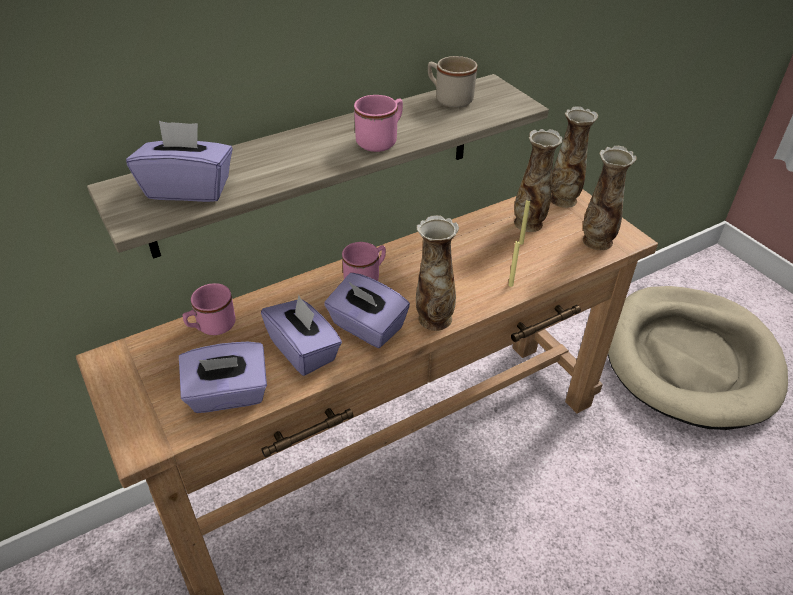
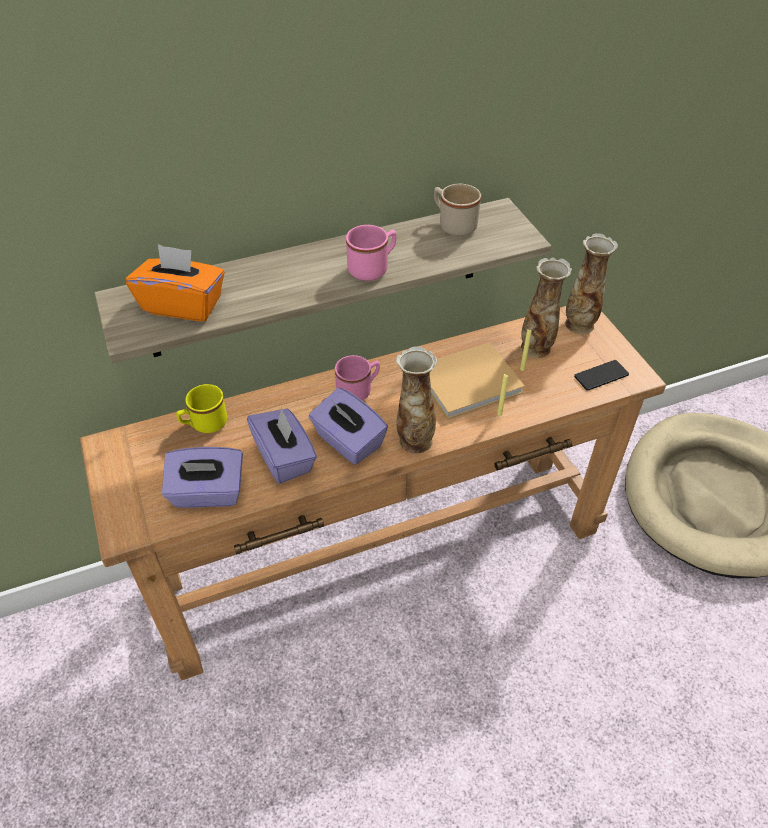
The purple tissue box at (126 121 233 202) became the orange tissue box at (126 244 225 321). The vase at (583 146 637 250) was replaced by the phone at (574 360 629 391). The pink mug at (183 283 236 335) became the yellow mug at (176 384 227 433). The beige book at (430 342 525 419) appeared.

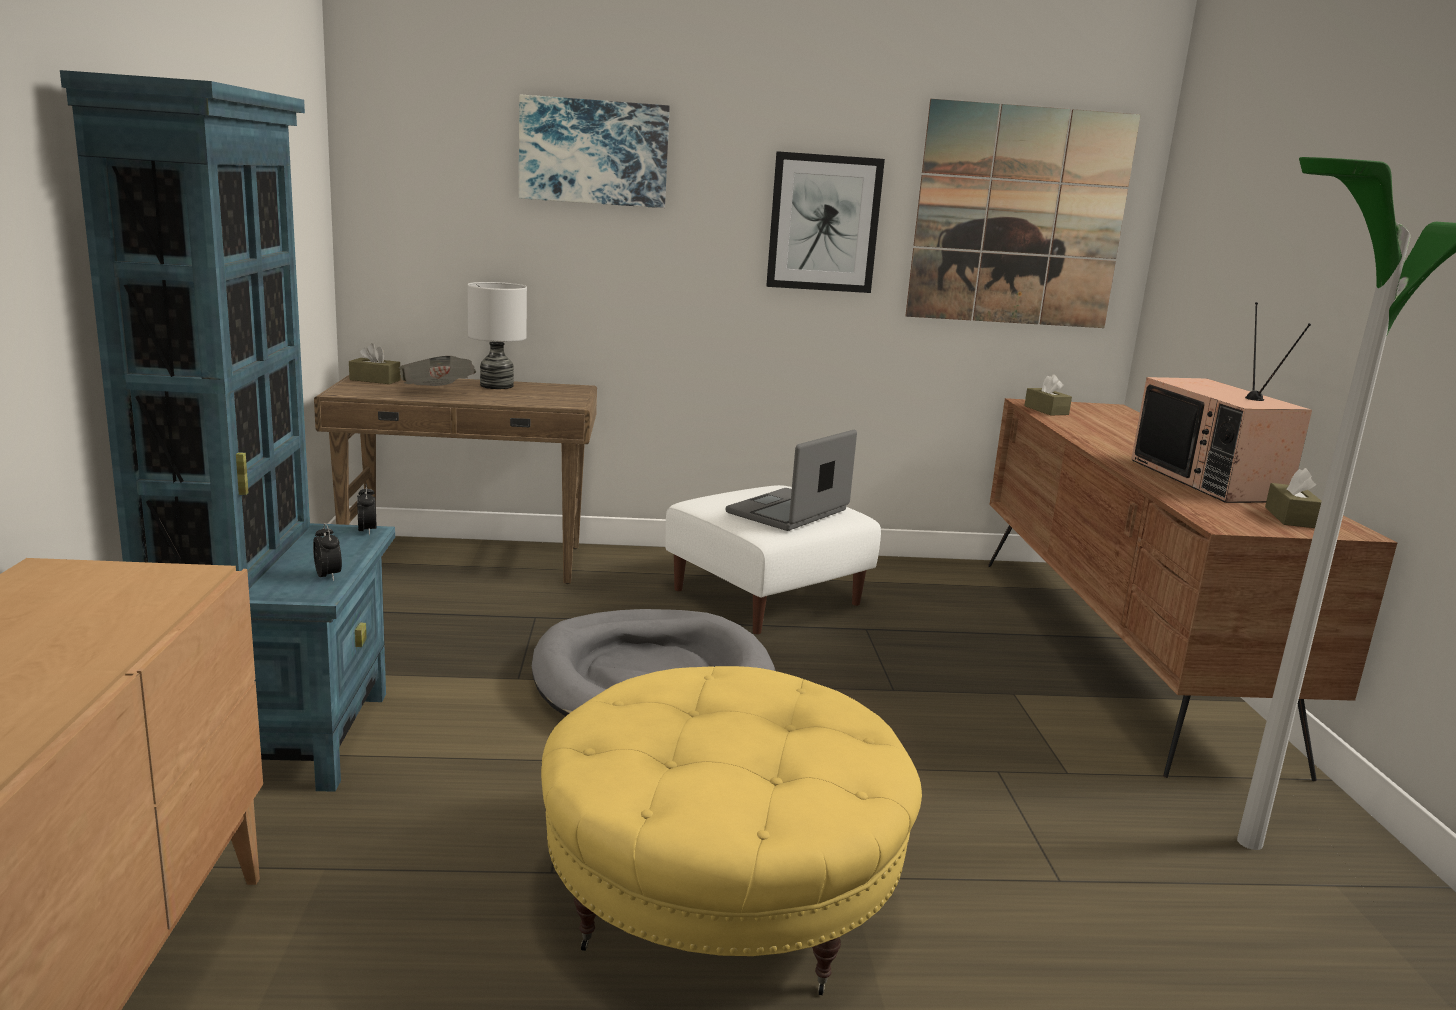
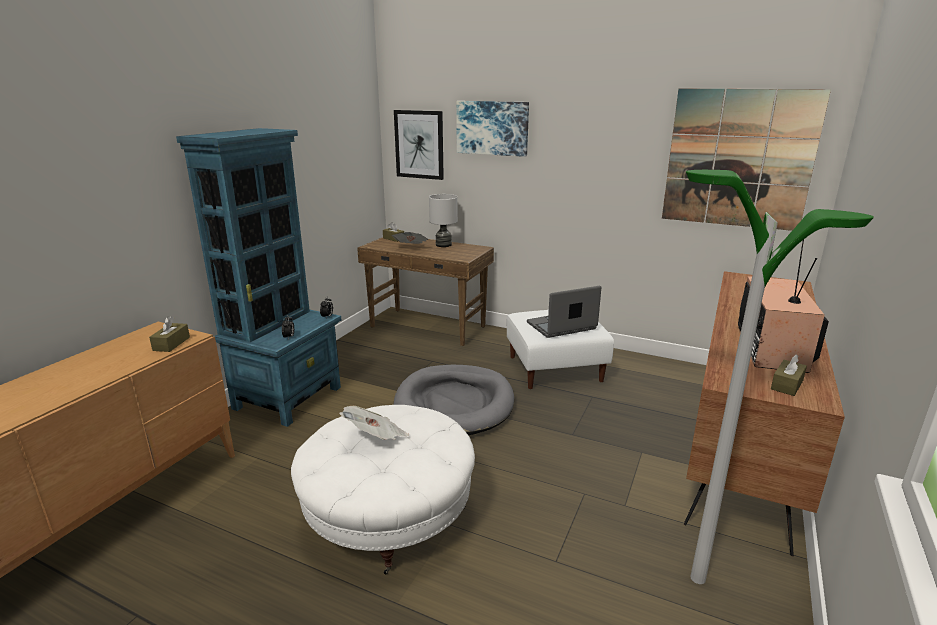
The picture moved from (766 151 885 293) to (394 110 444 180). The brown tissue box moved from (1024 374 1072 415) to (149 316 190 352). The yellow ottoman at (541 666 922 995) became the white ottoman at (291 405 475 575). The newspaper at (339 406 409 440) appeared.

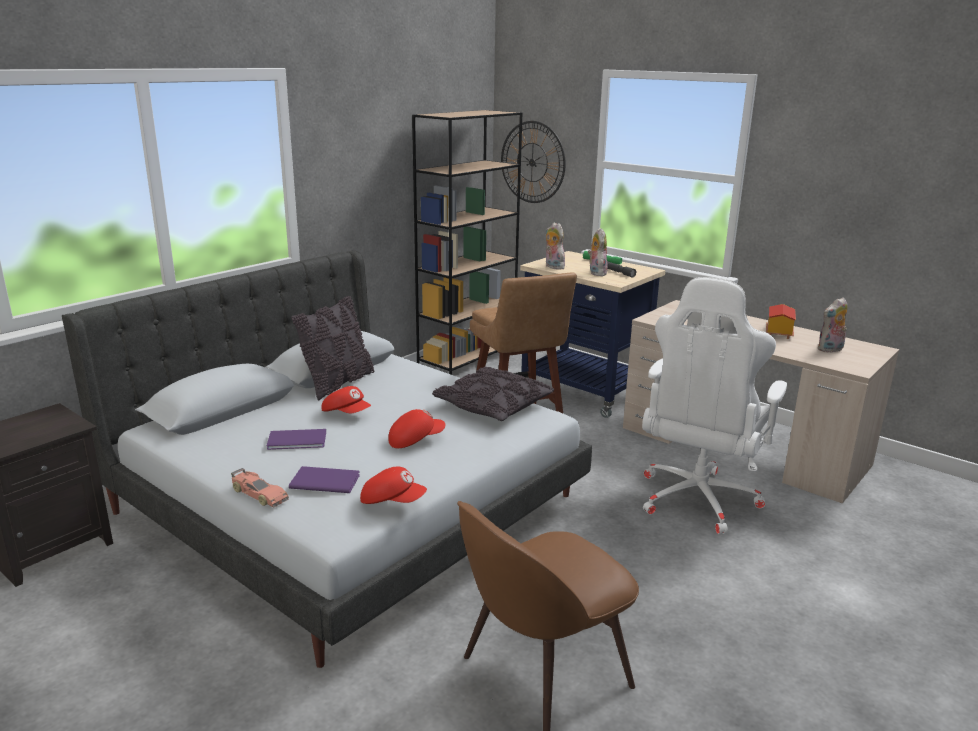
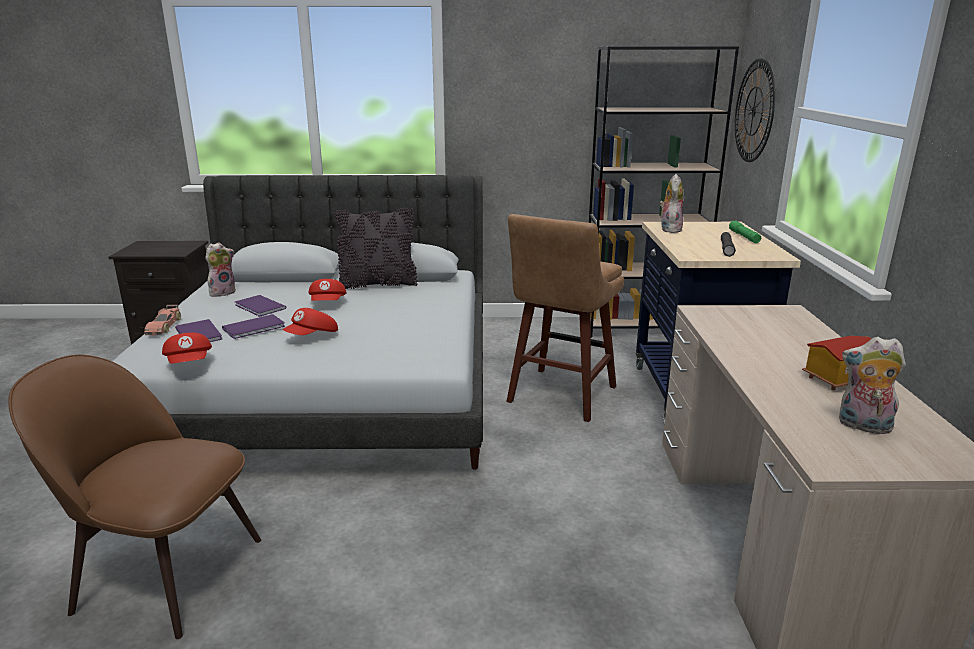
The plush toy moved from (588 228 608 276) to (205 242 236 297). The white office chair at (642 277 787 534) disappeared. The black pillow at (432 367 554 421) disappeared. The red cap at (388 409 445 448) turned 105 degrees clockwise. The purple book at (222 314 285 339) appeared.

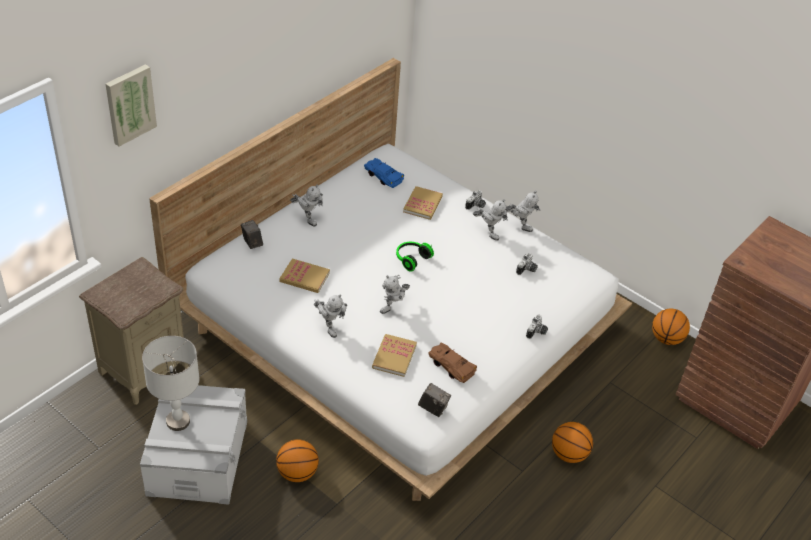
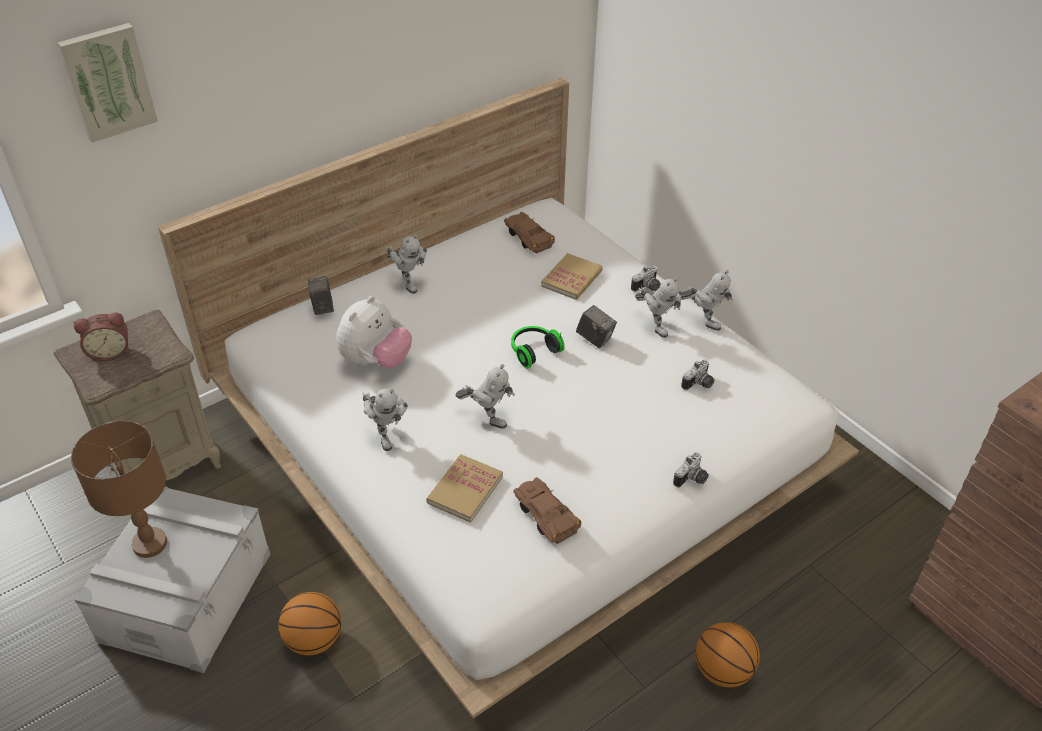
The blue toy car at (364 158 404 188) became the brown toy car at (504 212 555 253). The book at (280 258 330 293) was replaced by the plush toy at (336 296 412 368). The toy robot at (380 275 410 314) turned 120 degrees counterclockwise. The basketball at (652 308 690 345) disappeared. The grey table lamp at (142 336 199 431) became the brown table lamp at (71 421 167 558). The photo camera moved from (418 383 451 417) to (576 305 617 348). The alarm clock at (73 313 129 361) appeared.

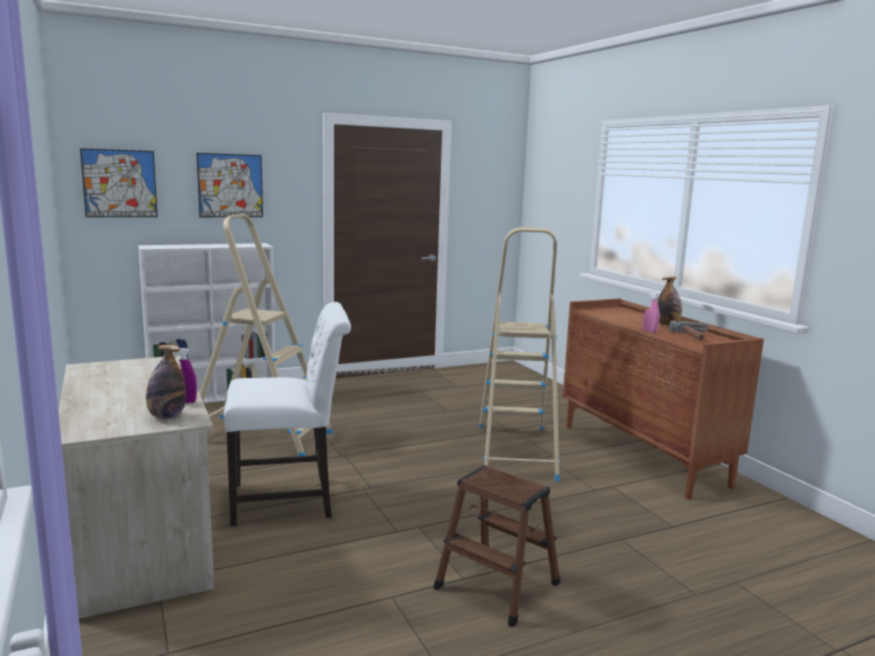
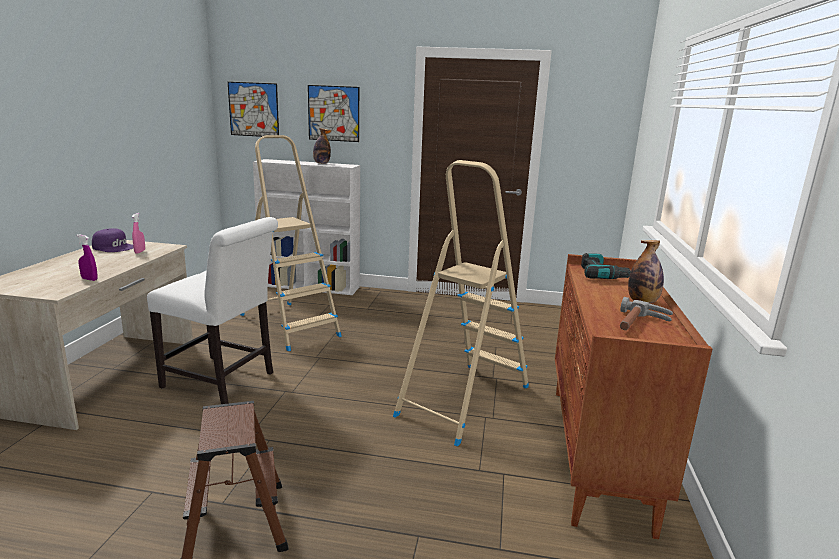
The pink spray bottle moved from (643 290 659 333) to (132 213 145 254). The bottle moved from (146 345 186 419) to (313 128 331 164). The purple cap at (92 228 134 252) appeared. The power drill at (581 253 631 279) appeared.

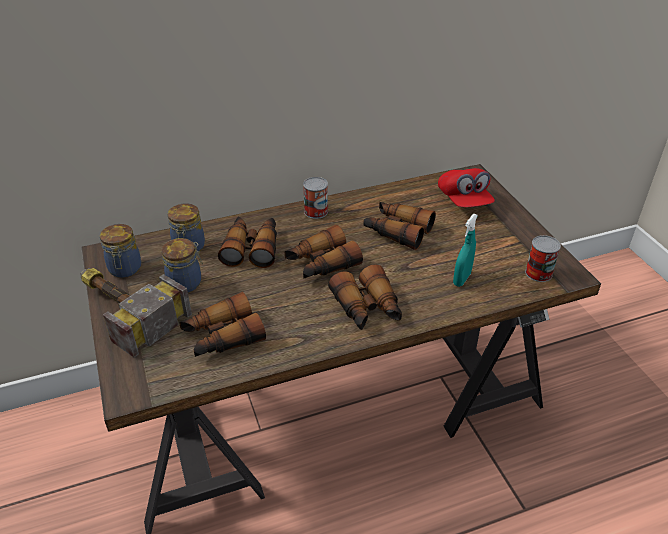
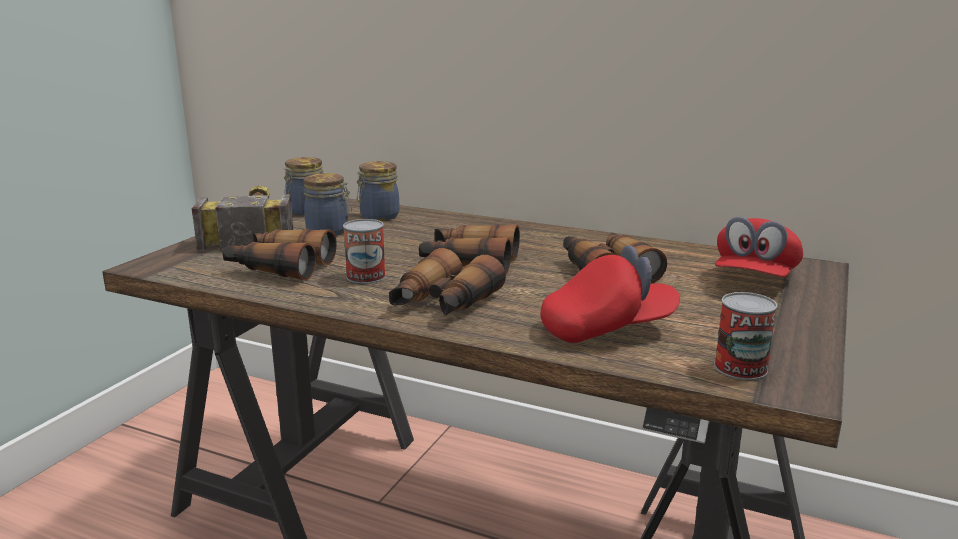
The can moved from (303 177 328 219) to (343 219 386 284). The turquoise spray bottle at (453 214 478 287) was replaced by the red cap at (541 245 680 343). The binoculars at (218 217 277 268) disappeared.

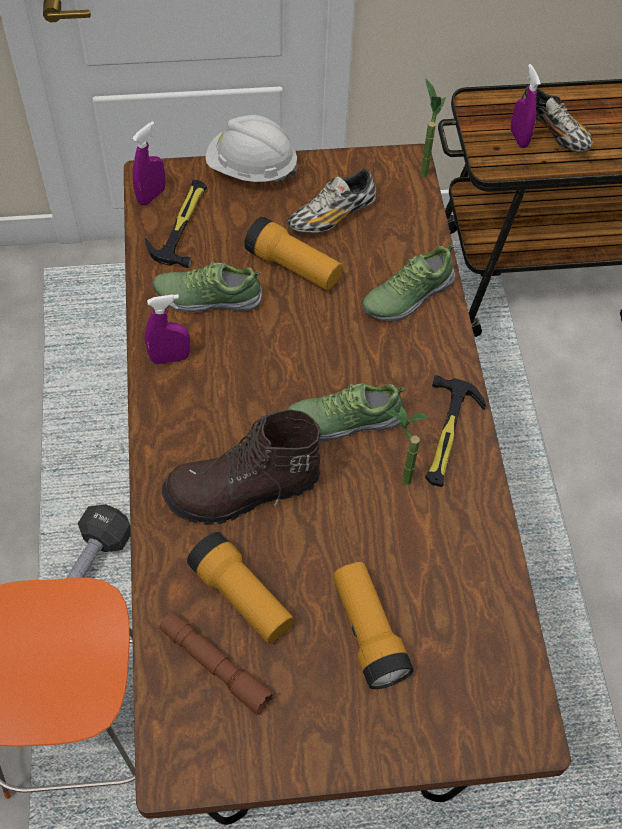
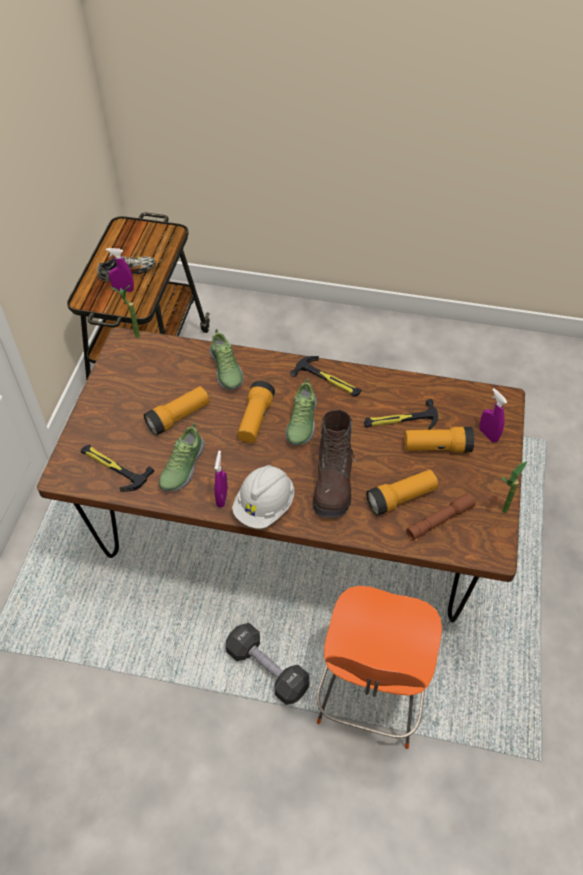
The white hard hat moved from (205 115 299 182) to (232 465 294 529). The purple spray bottle moved from (132 121 166 205) to (479 388 507 443). The shoe at (287 169 376 233) disappeared. The potted plant moved from (386 407 428 485) to (501 461 527 513). The flashlight at (237 381 275 443) appeared. The hammer at (364 399 438 430) appeared.

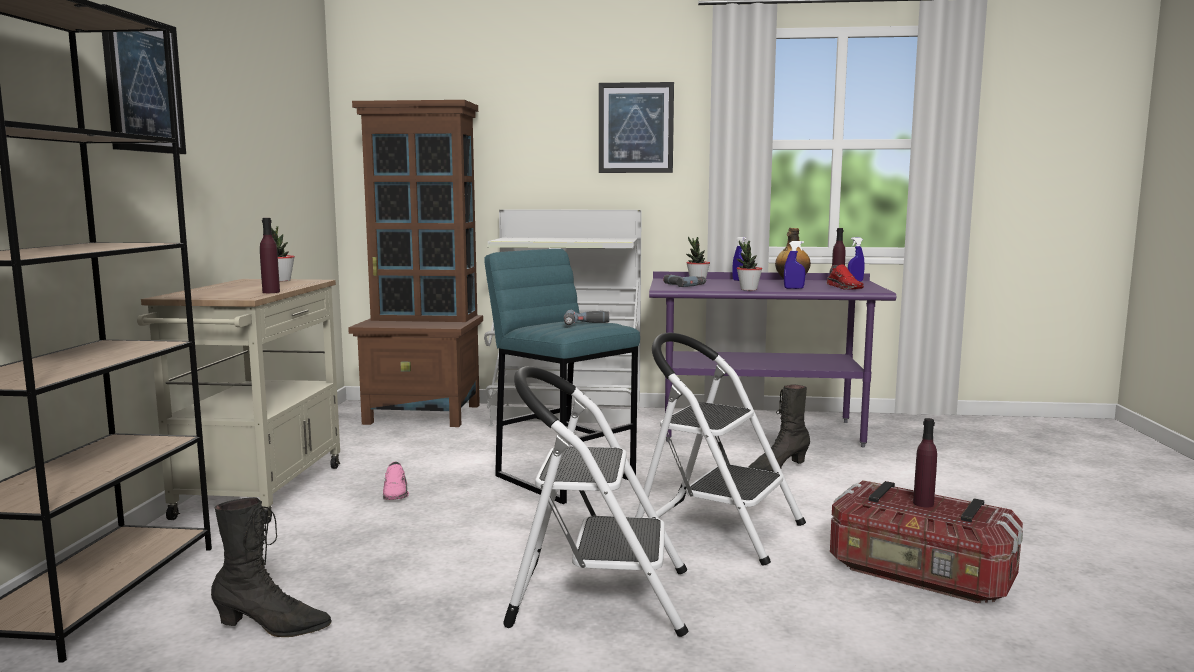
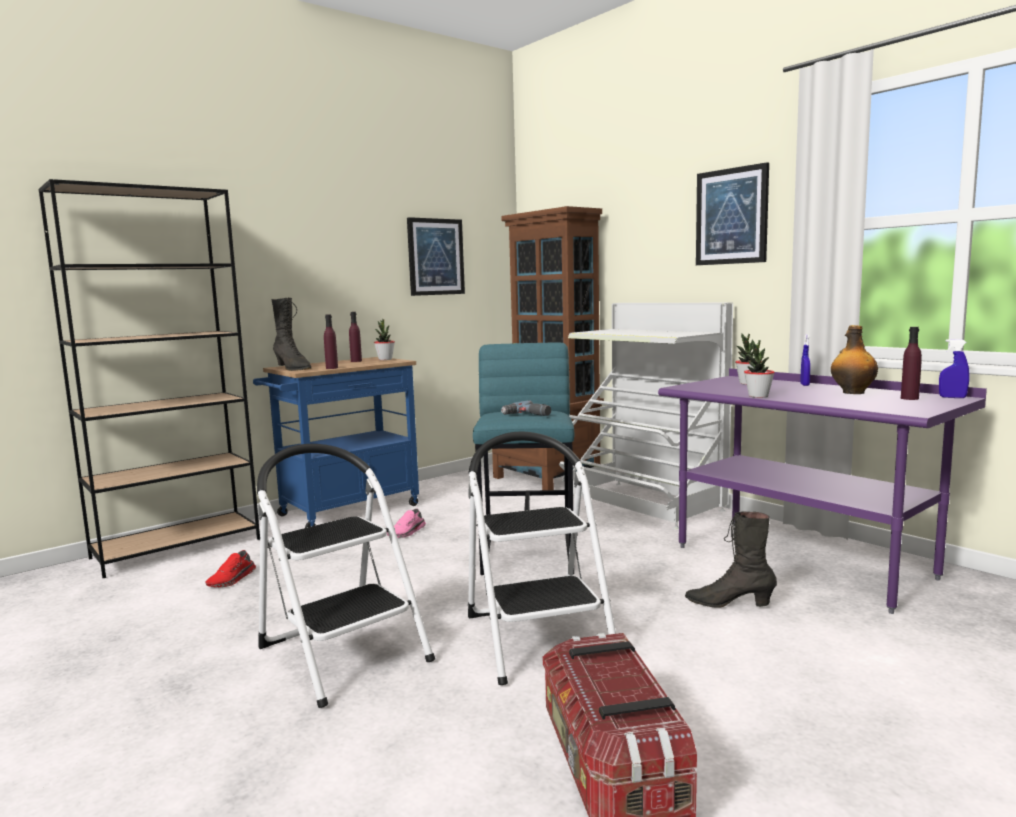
The picture moved from (101 4 186 154) to (407 217 465 296). The blue spray bottle at (784 241 806 289) disappeared. The red shoe moved from (826 264 864 290) to (205 550 256 587). The power drill at (663 274 706 287) disappeared. The beige cart at (137 279 340 524) became the blue cart at (253 357 419 528). The purple bottle moved from (913 418 937 507) to (349 312 362 362). The black boot moved from (211 497 331 637) to (272 298 311 371).

